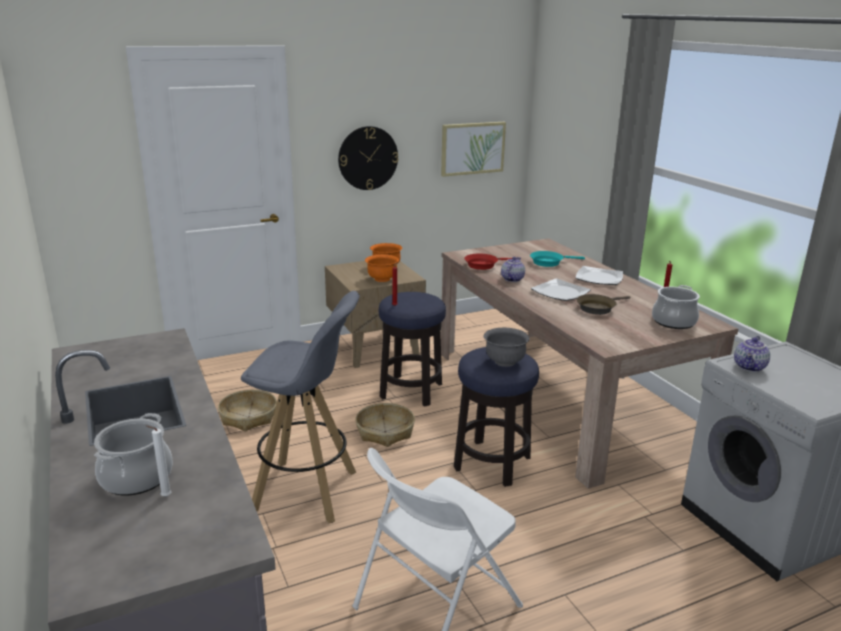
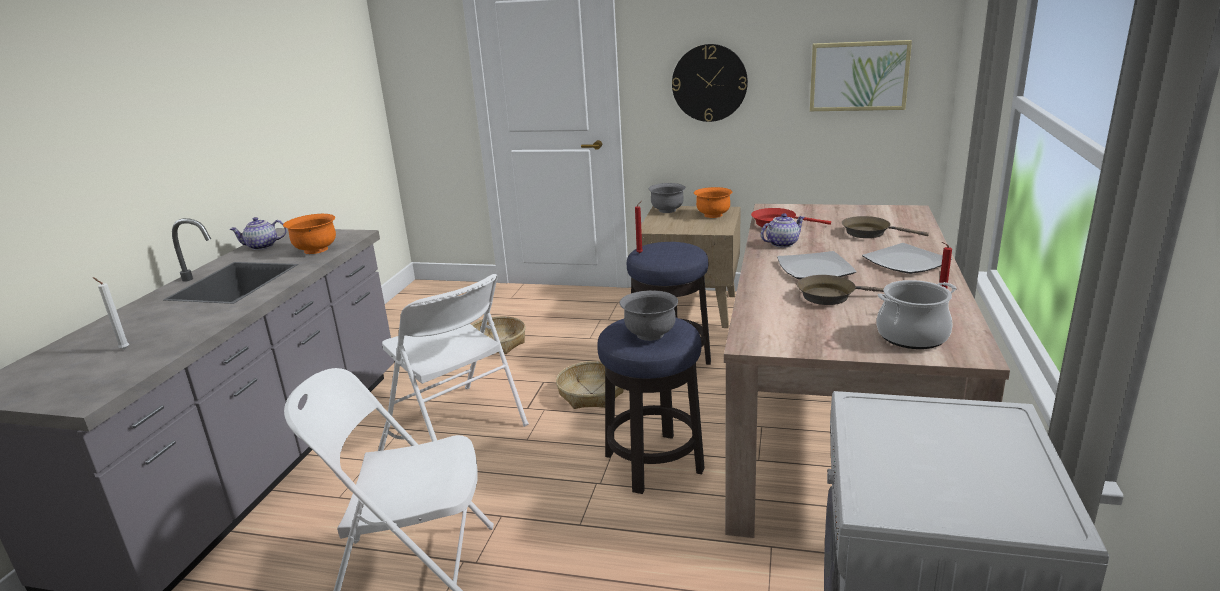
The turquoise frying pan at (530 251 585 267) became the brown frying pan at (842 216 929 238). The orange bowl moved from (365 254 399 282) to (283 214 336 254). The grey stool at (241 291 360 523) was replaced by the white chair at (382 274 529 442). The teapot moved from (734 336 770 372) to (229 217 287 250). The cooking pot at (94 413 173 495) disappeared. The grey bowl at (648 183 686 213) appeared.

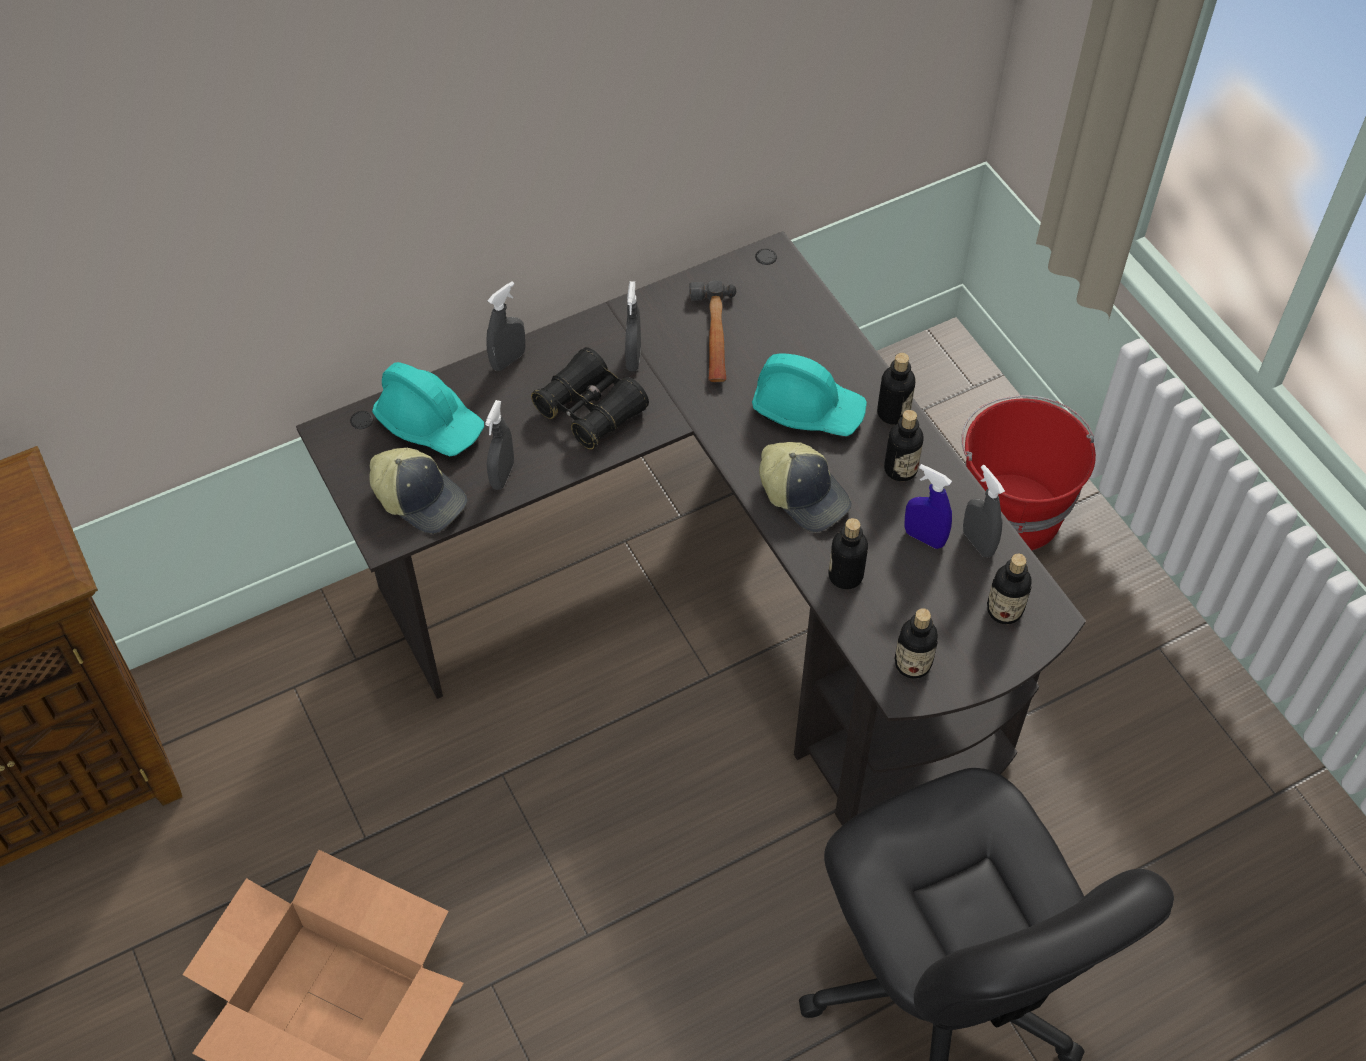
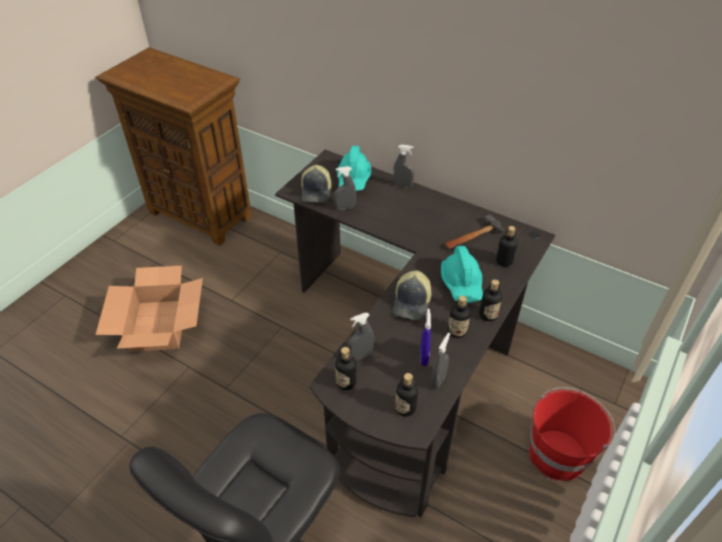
The grey spray bottle moved from (625 281 641 372) to (348 313 374 360). The black binoculars at (531 347 649 449) disappeared. The bottle moved from (828 518 868 589) to (496 226 518 267).

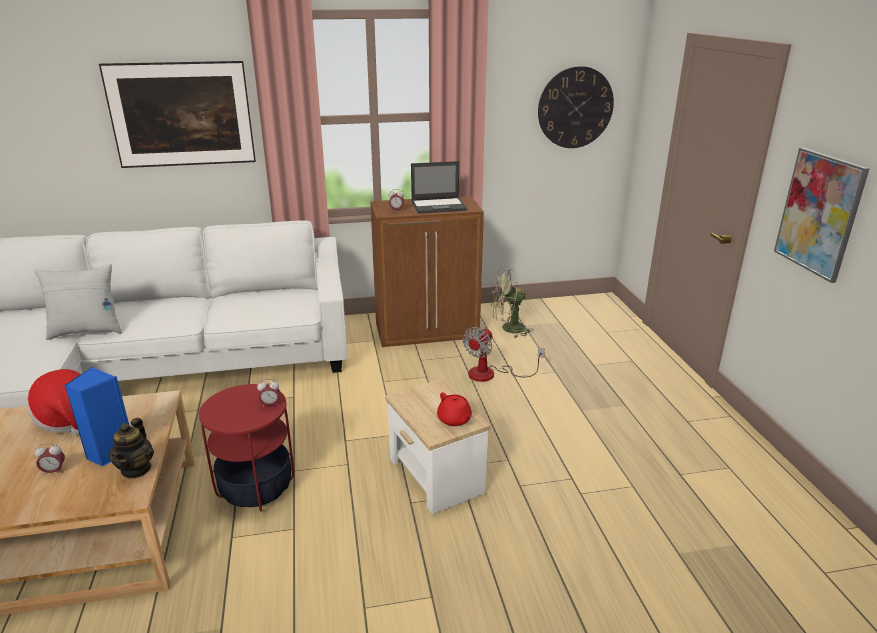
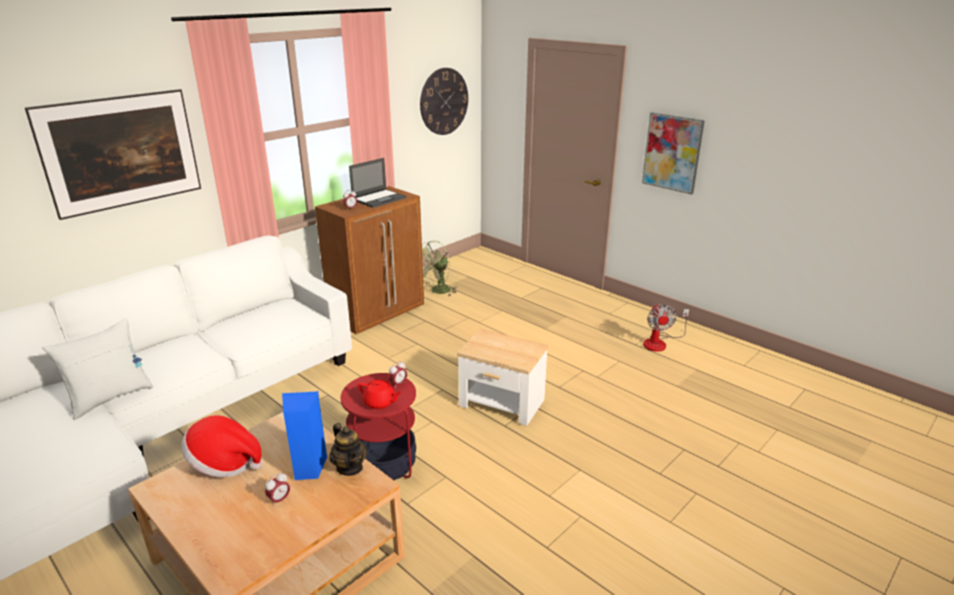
The fan moved from (463 327 545 382) to (643 304 689 352). The red teapot moved from (437 392 472 426) to (358 380 402 409).

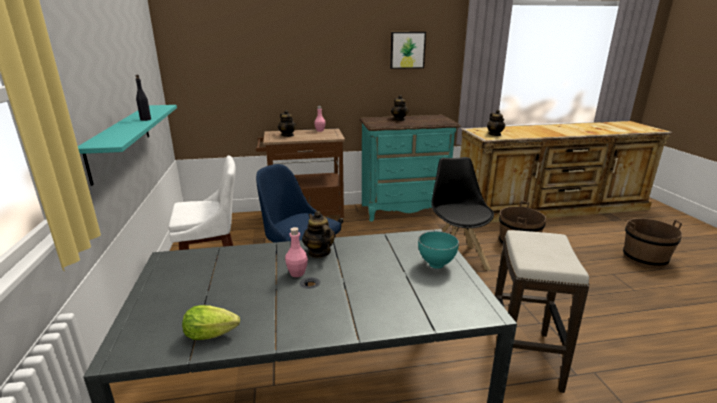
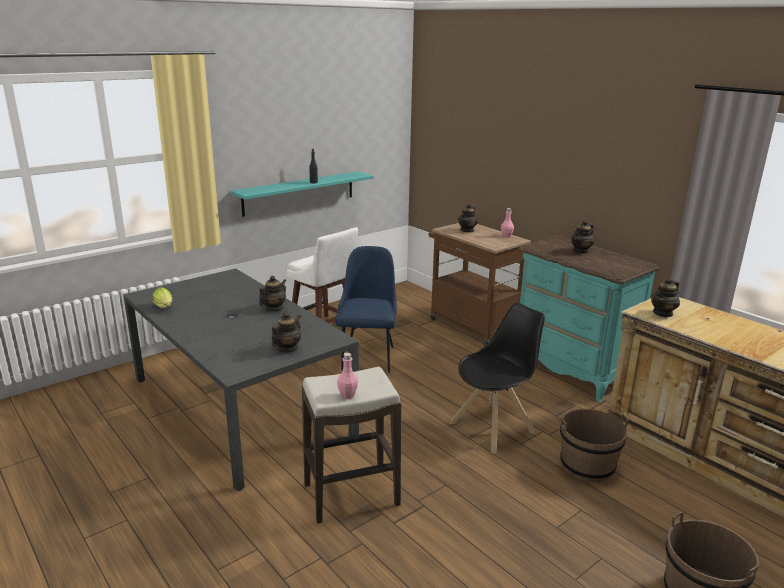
The picture at (390 32 426 69) disappeared. The pink bottle moved from (285 227 308 277) to (337 353 358 399). The turquoise bowl at (418 231 459 269) was replaced by the teapot at (272 312 301 352).

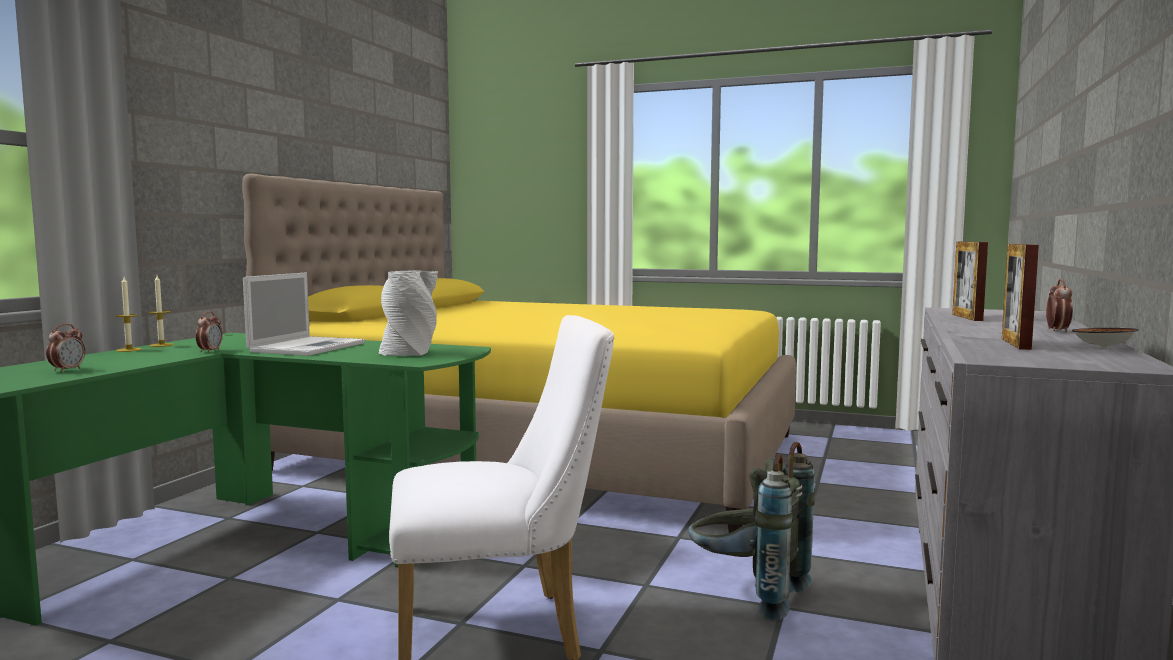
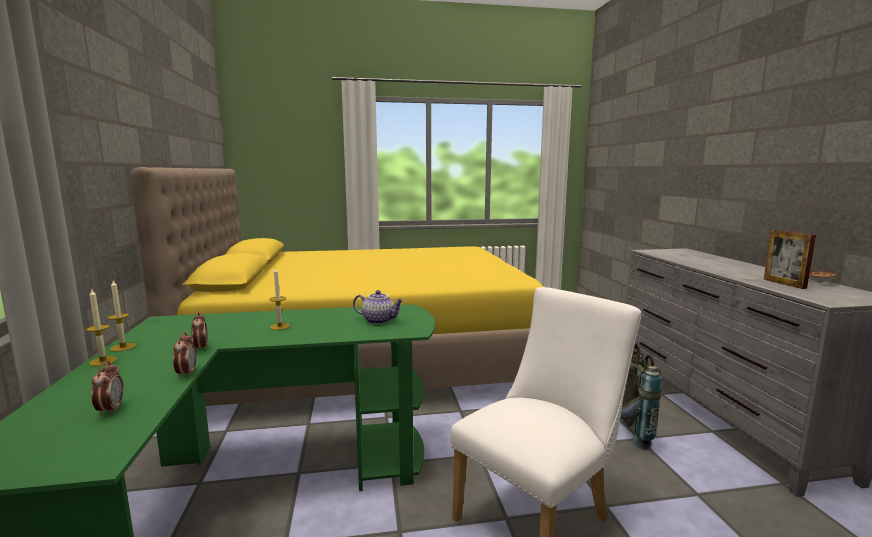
The picture frame at (952 242 988 321) disappeared. The grey vase at (379 270 438 356) was replaced by the teapot at (353 290 404 324). The laptop at (243 273 365 356) was replaced by the candle at (269 266 290 330). The alarm clock moved from (1046 279 1073 332) to (173 332 197 378).

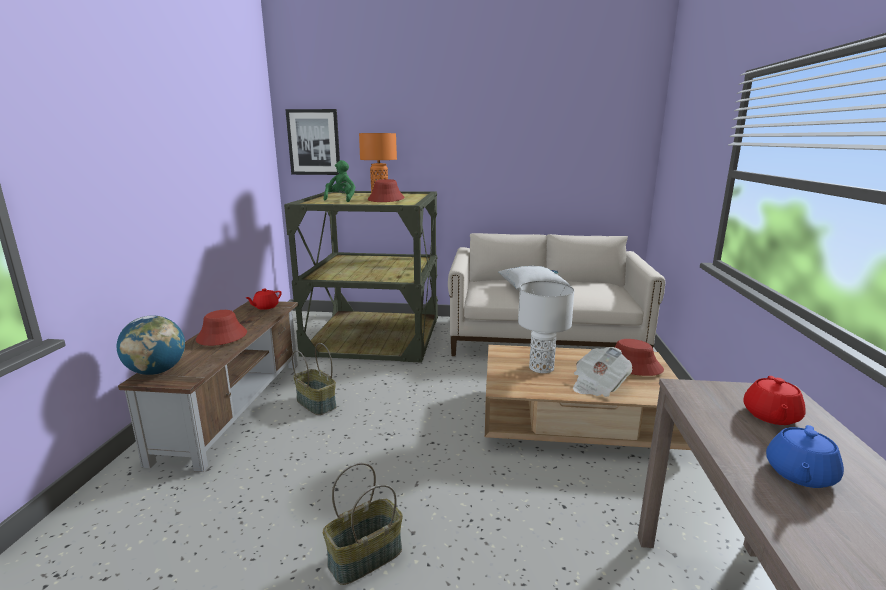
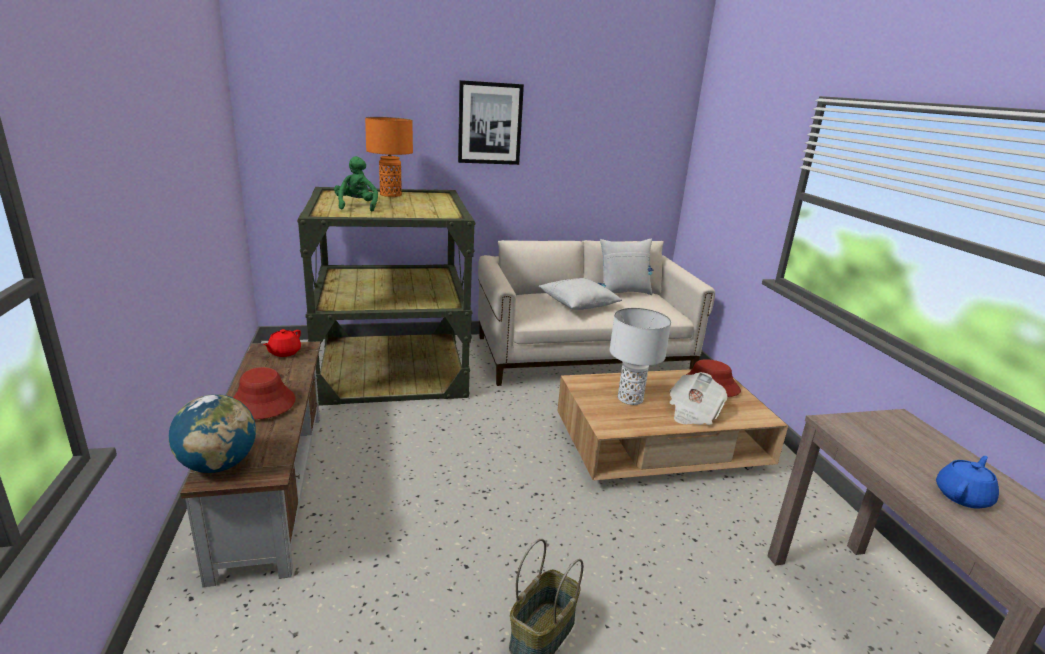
The picture moved from (285 109 340 175) to (458 80 524 165). The red hat at (368 179 404 202) disappeared. The basket at (292 343 336 415) disappeared. The red teapot at (743 376 806 425) disappeared. The blue teapot at (766 425 844 488) turned 150 degrees counterclockwise. The grey pillow at (600 239 653 295) appeared.

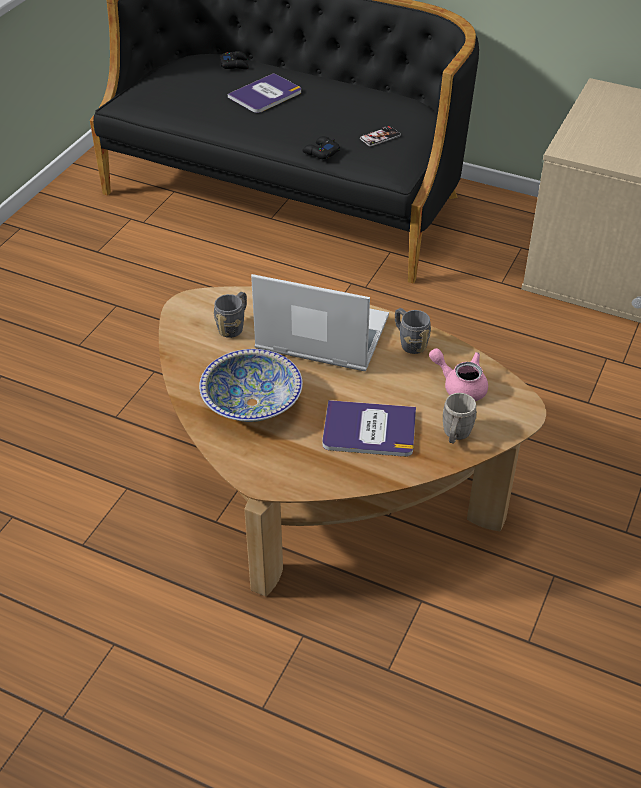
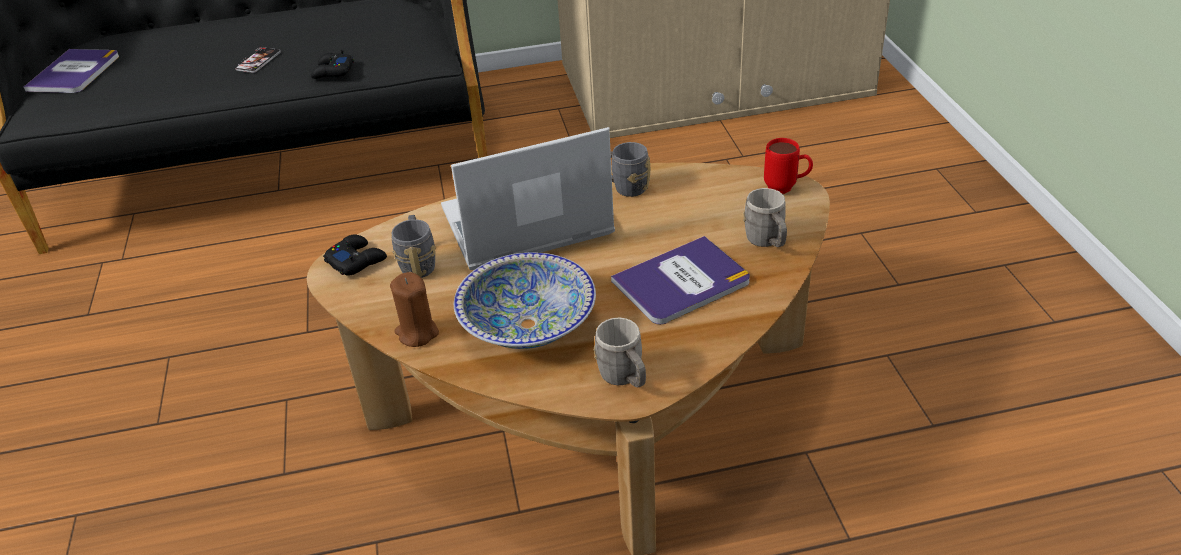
The black game controller moved from (220 51 249 69) to (323 235 387 276). The book moved from (228 73 301 113) to (24 49 119 93). The phone moved from (360 126 401 146) to (236 47 281 73). The pink teapot at (429 348 488 401) disappeared. The red mug at (764 138 813 194) appeared. The brown candle at (390 272 439 347) appeared. The grey mug at (593 318 646 388) appeared.

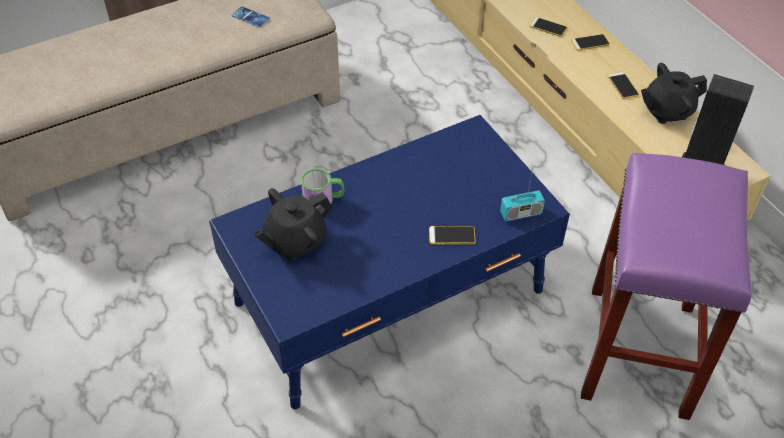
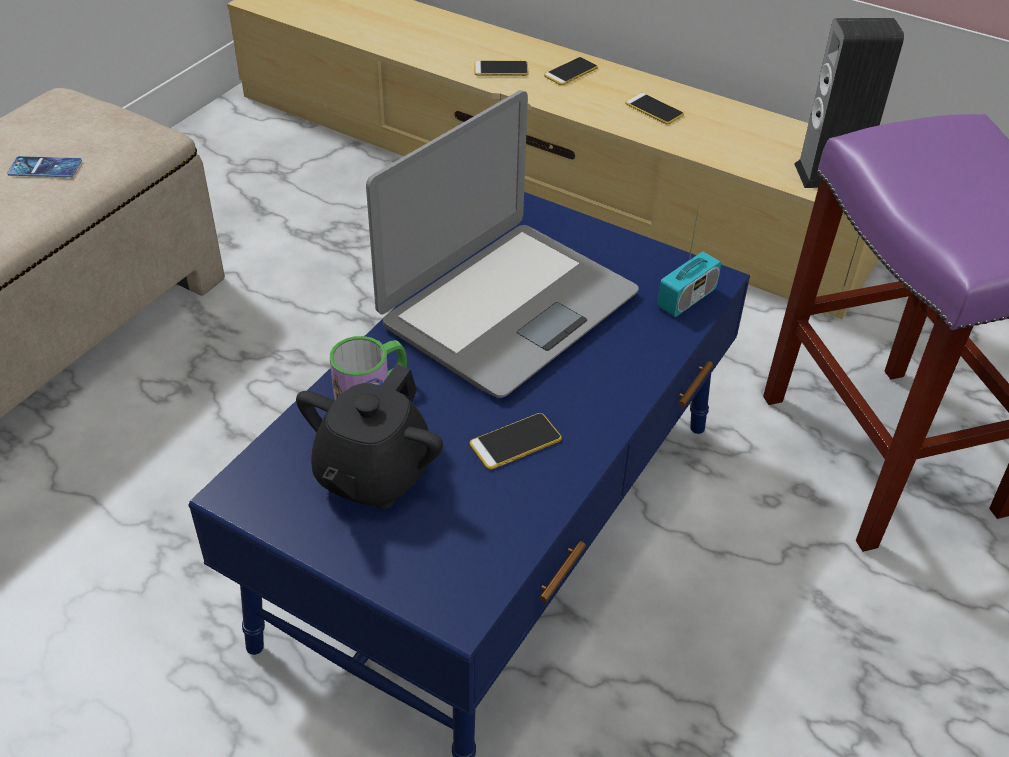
The black teapot at (641 63 707 124) disappeared. The phone moved from (429 226 476 244) to (470 413 562 470). The laptop at (366 90 639 398) appeared.

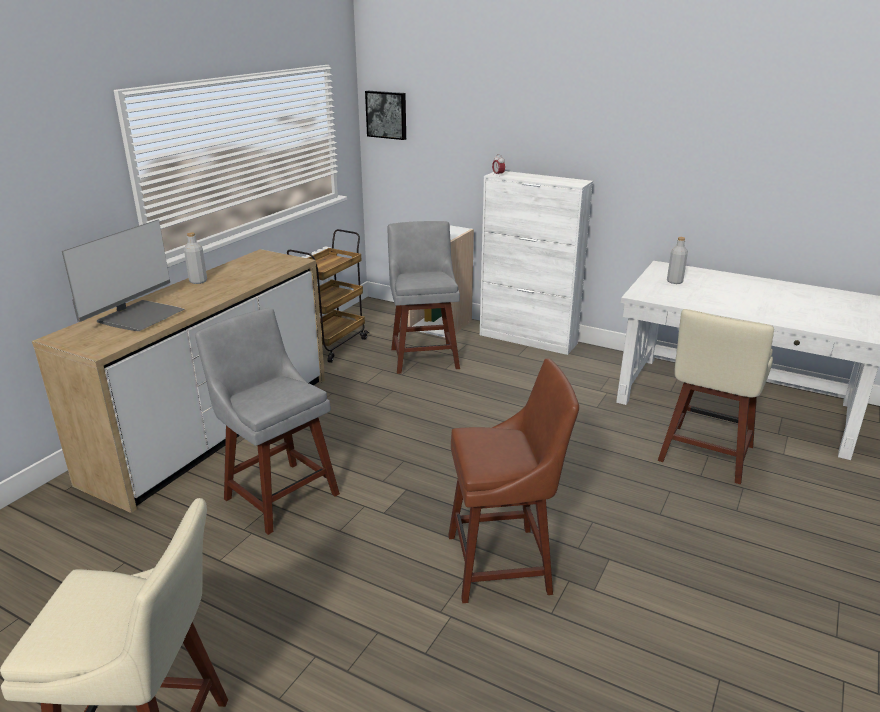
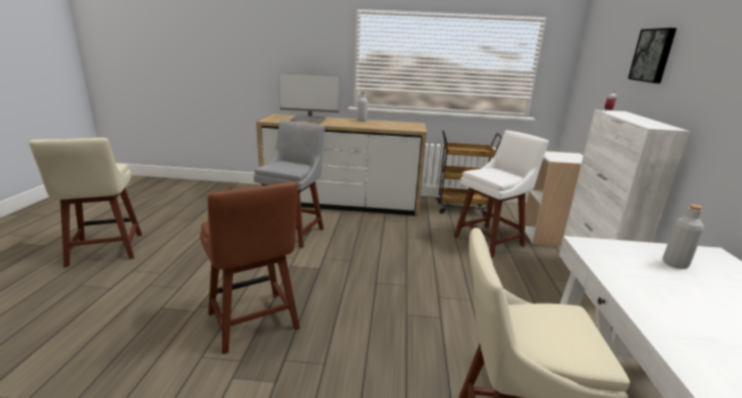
The picture moved from (365 91 406 140) to (628 28 677 83). The grey chair at (388 221 460 374) was replaced by the white stool at (454 130 549 258).

